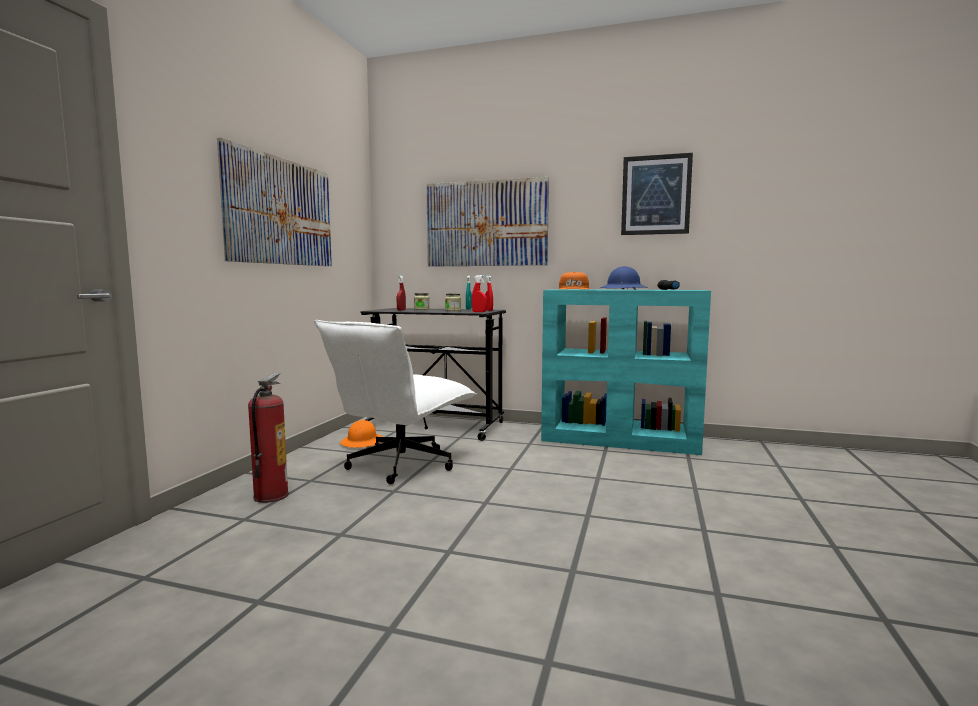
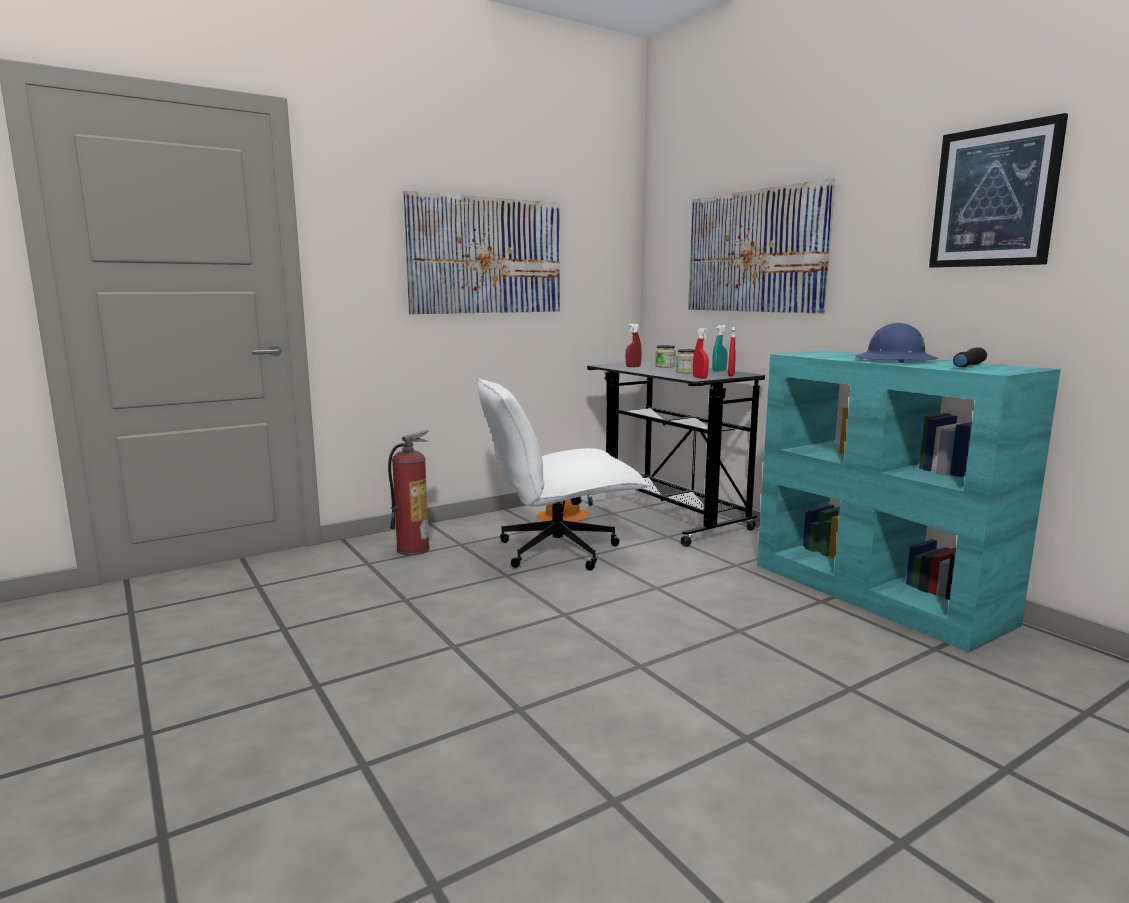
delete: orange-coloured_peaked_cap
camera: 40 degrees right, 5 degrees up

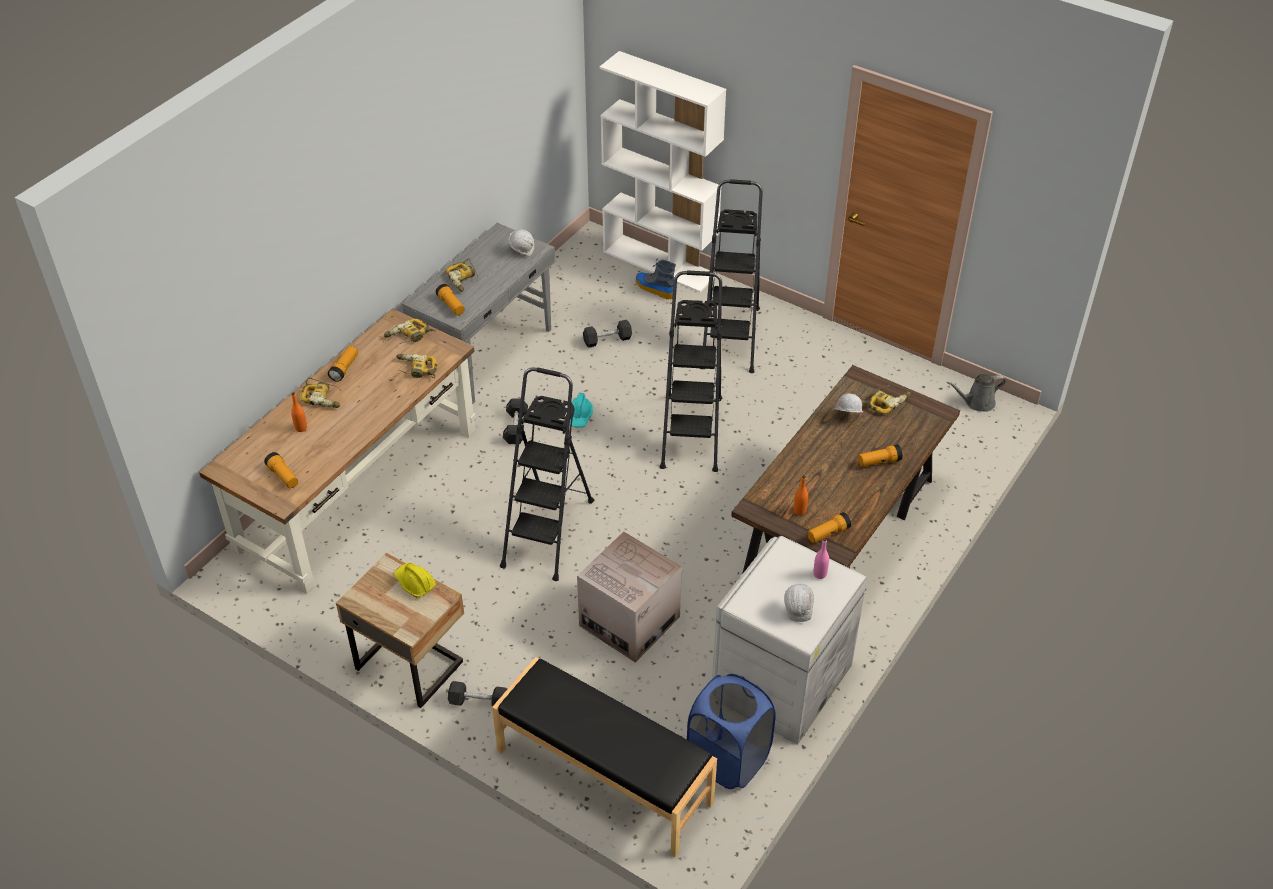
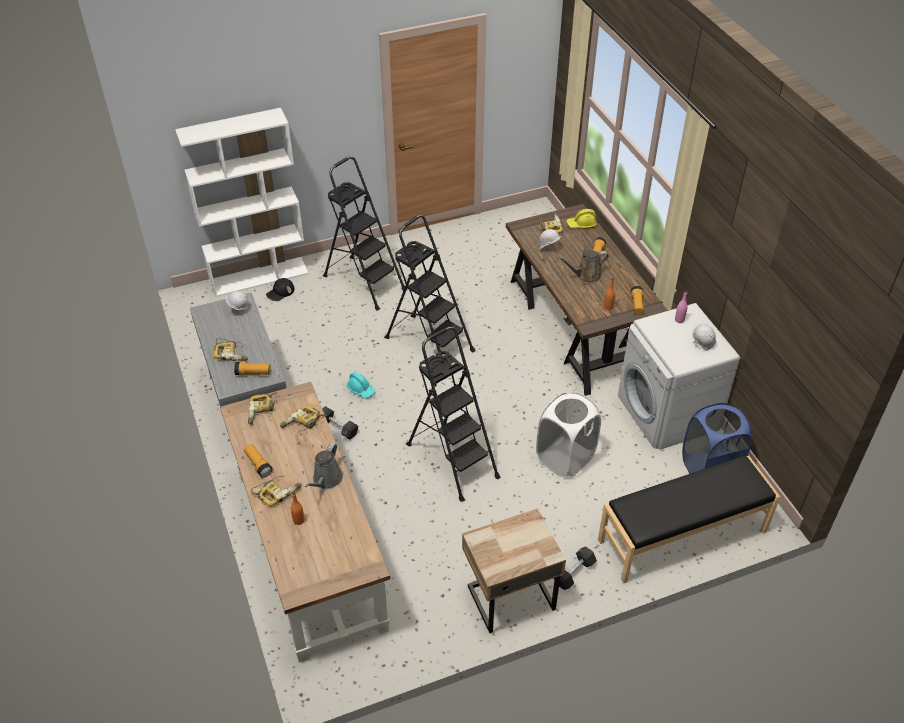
delete: flashlight (1st from left); black_hand_weight (3rd from left)
insert: brown-coloured_watering_can
move: yellowish_work_helmet; grey_watering_can
replace: packing_box to white-coloured_washing_basket; boot to black_peaked_cap
camera: 55 degrees left, 0 degrees up

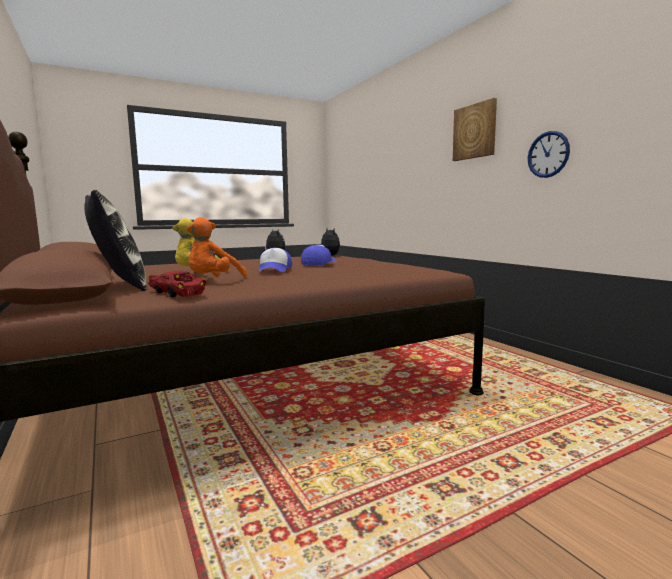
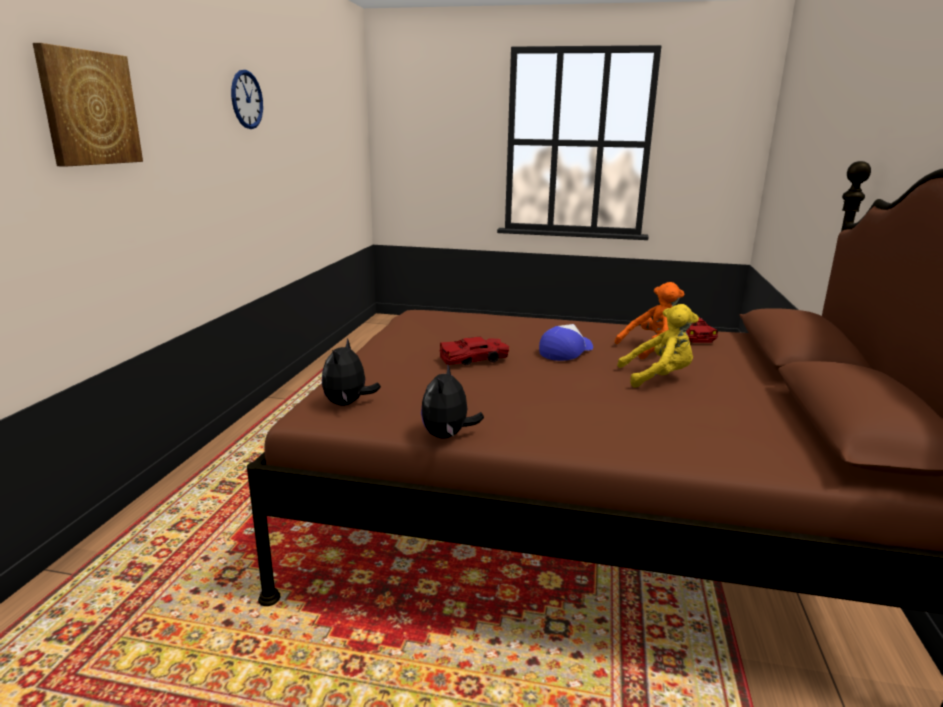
delete: cushion
move: wall_clock
replace: peaked_cap (2nd from left) to reddish_miniature_car (1st from left)
camera: 140 degrees left, 10 degrees up

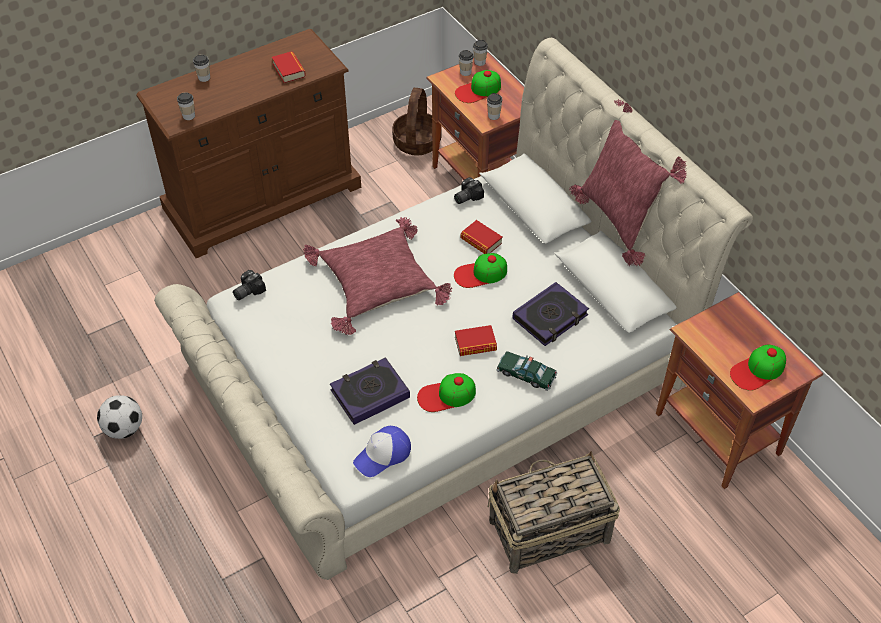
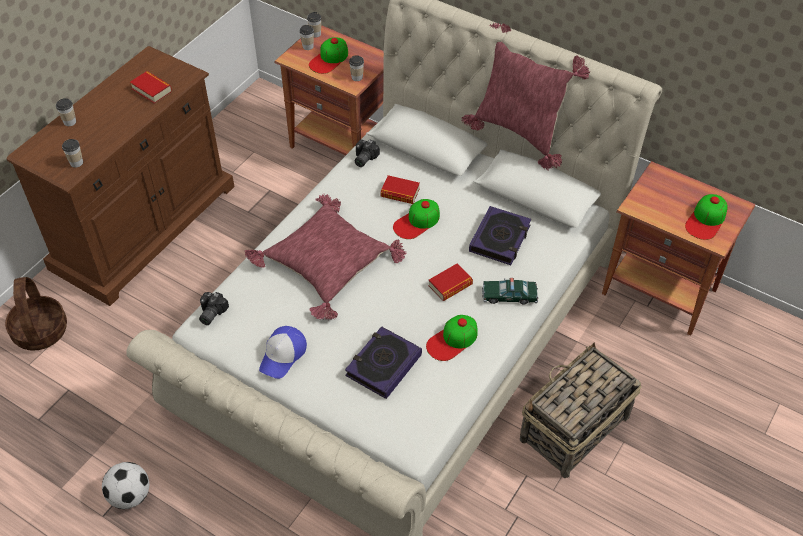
move: peaked_cap (1st from left); basket (1st from left)
camera: 25 degrees left, 0 degrees up

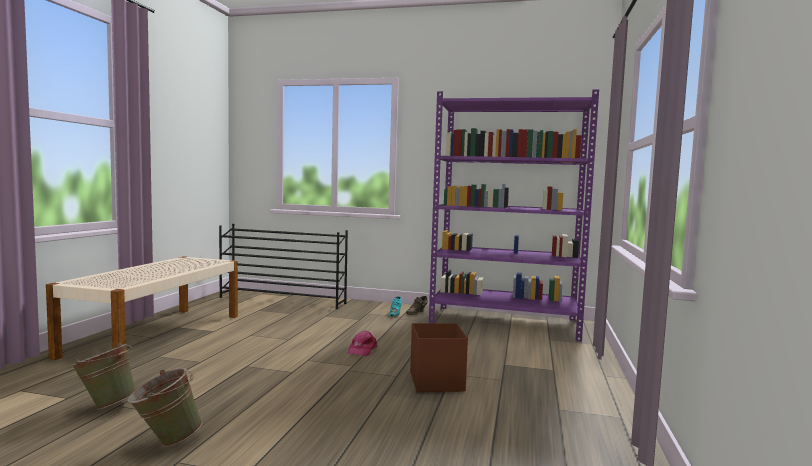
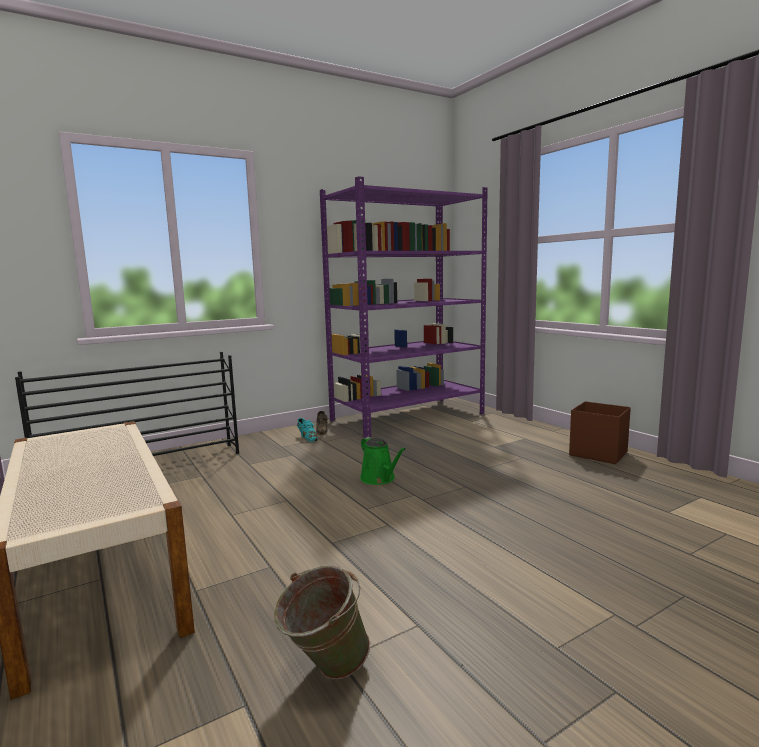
delete: green-coloured_pail (2nd from left)
move: brown-coloured_storage_container
replace: pinkish_peaked_cap to green-coloured_watering_can
camera: 45 degrees left, 5 degrees up

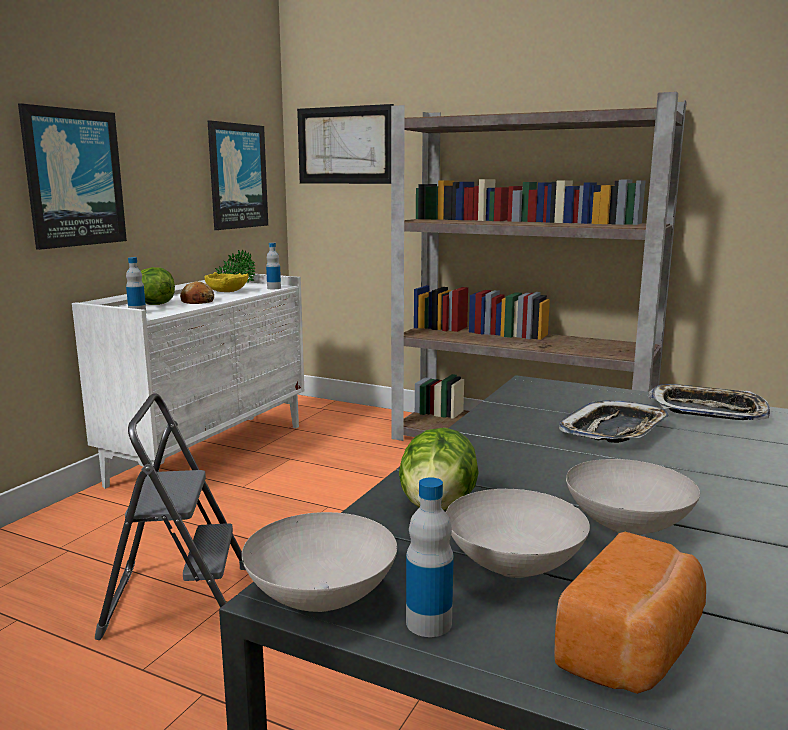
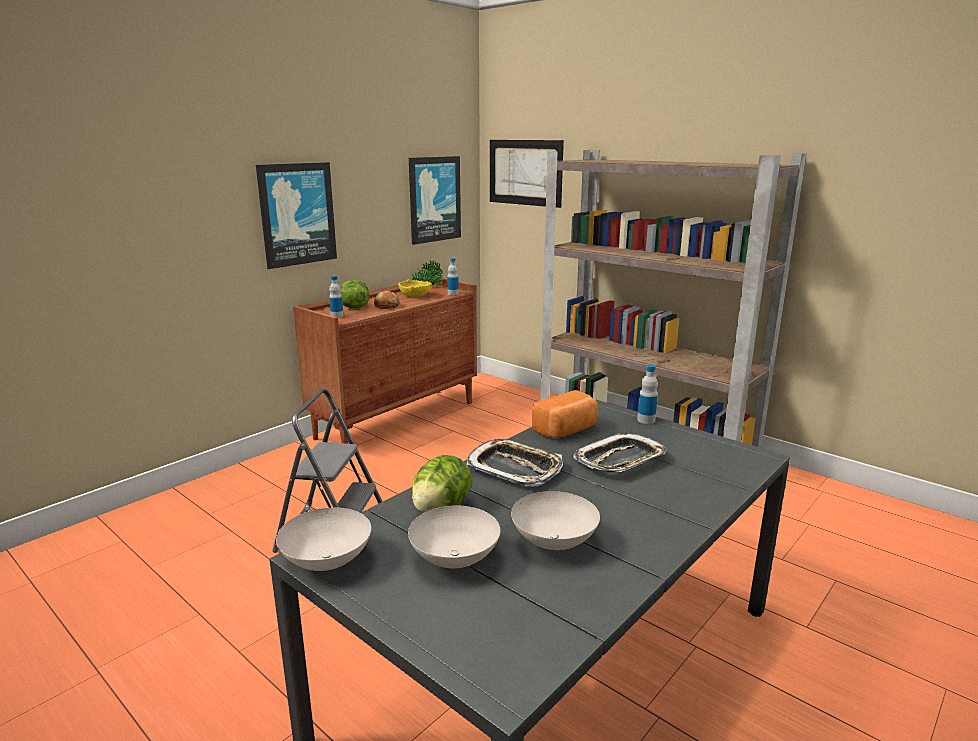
move: drink_bottle (3rd from left); bread (2nd from left); tray (2nd from left in the first image) to tray (1st from left)
recolor: white-coloured_cabinet to brown-coloured_cabinet
camera: 15 degrees right, 5 degrees up

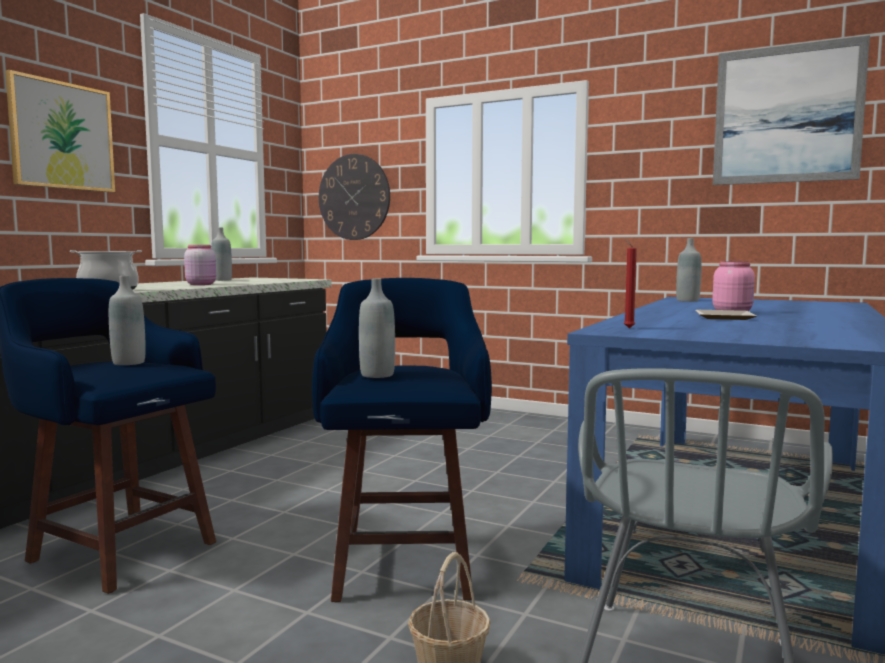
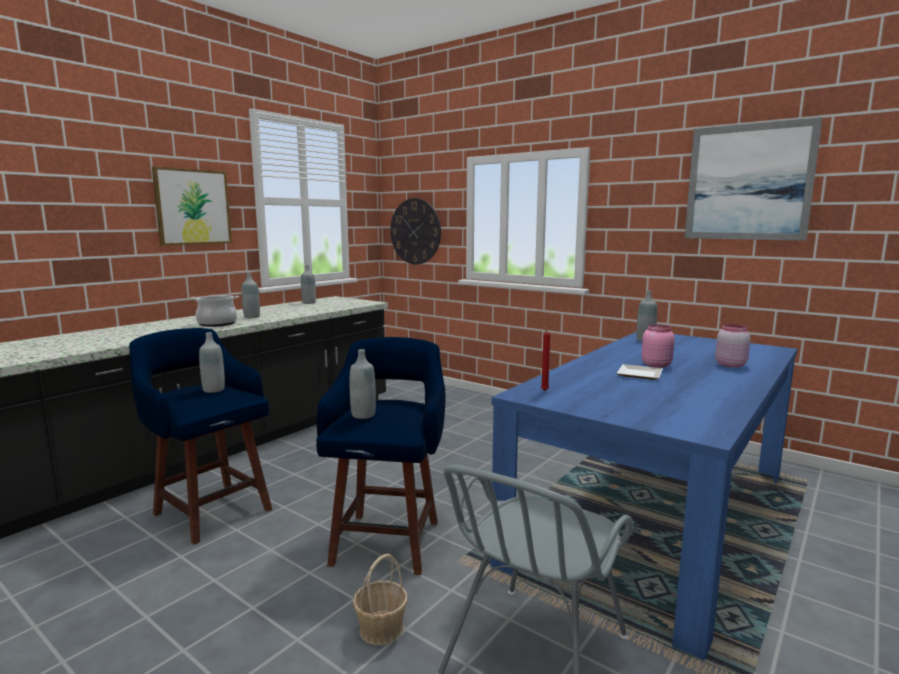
insert: grey_drink_bottle (2nd from left)
move: pinkish_preserve_jar (1st from left in the first image) to pinkish_preserve_jar (2nd from left)
camera: 10 degrees right, 5 degrees up

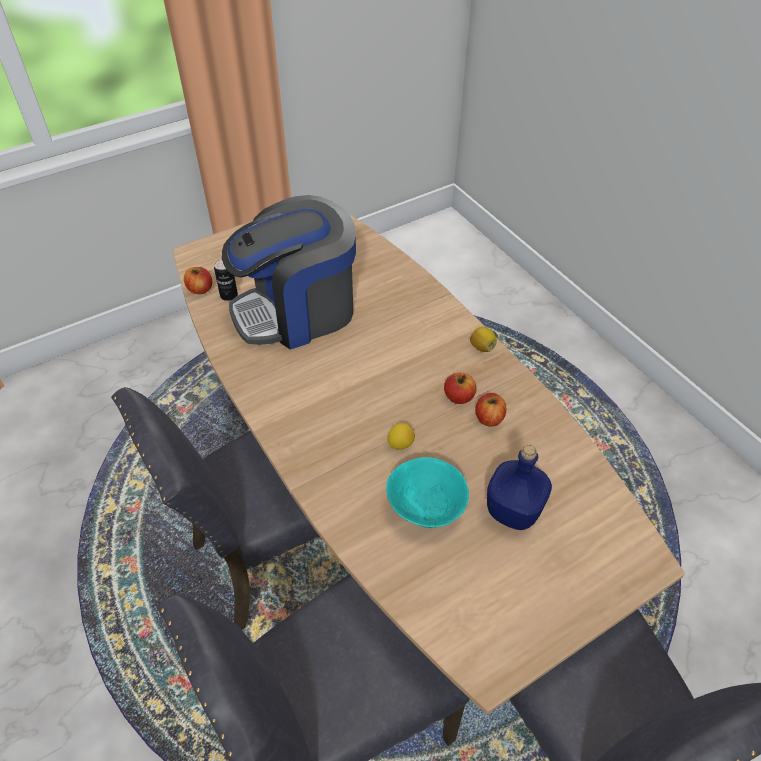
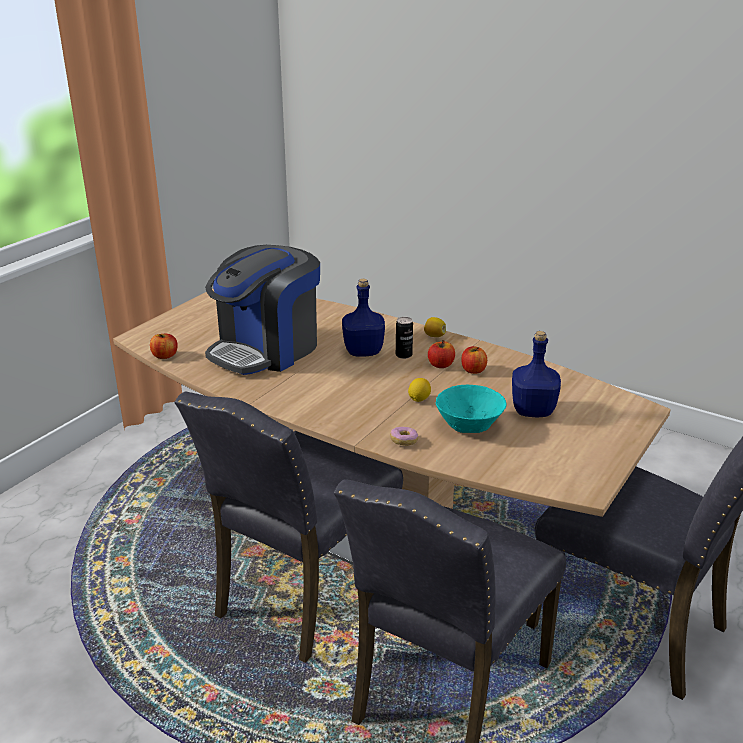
insert: bluish_drink_bottle (1st from left); ring_doughnut
move: can
camera: 25 degrees left, 20 degrees down

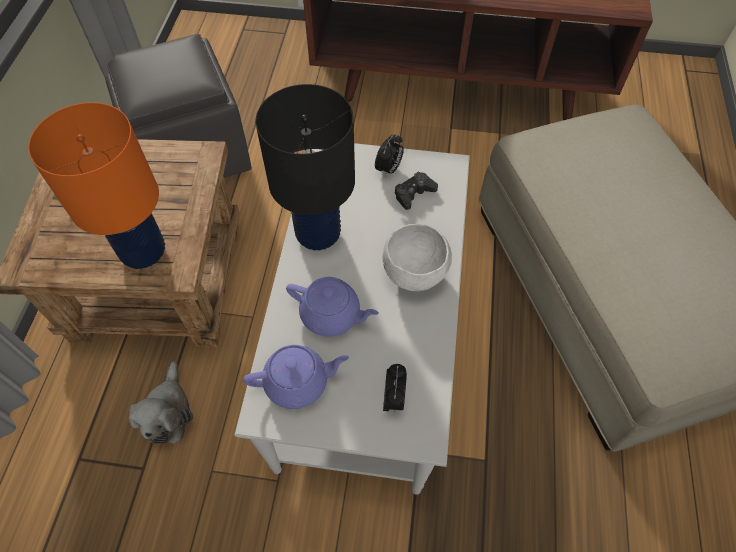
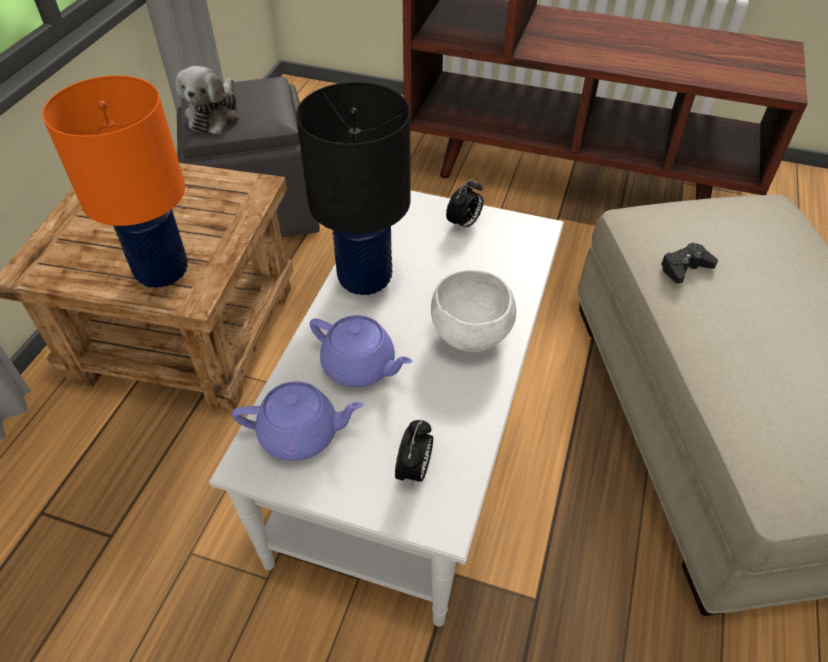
move: plush_toy; black_joypad
camera: 10 degrees right, 10 degrees down

